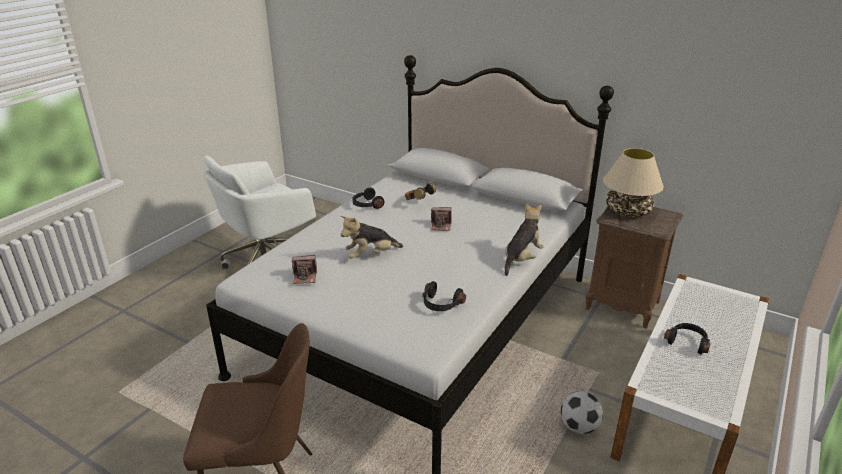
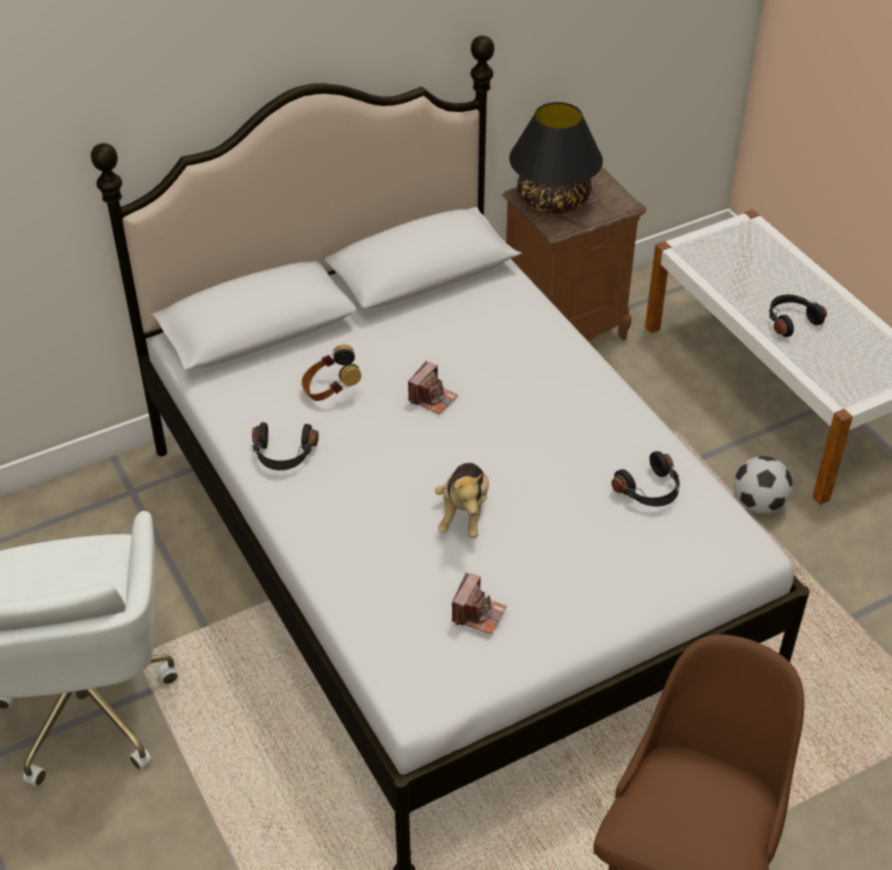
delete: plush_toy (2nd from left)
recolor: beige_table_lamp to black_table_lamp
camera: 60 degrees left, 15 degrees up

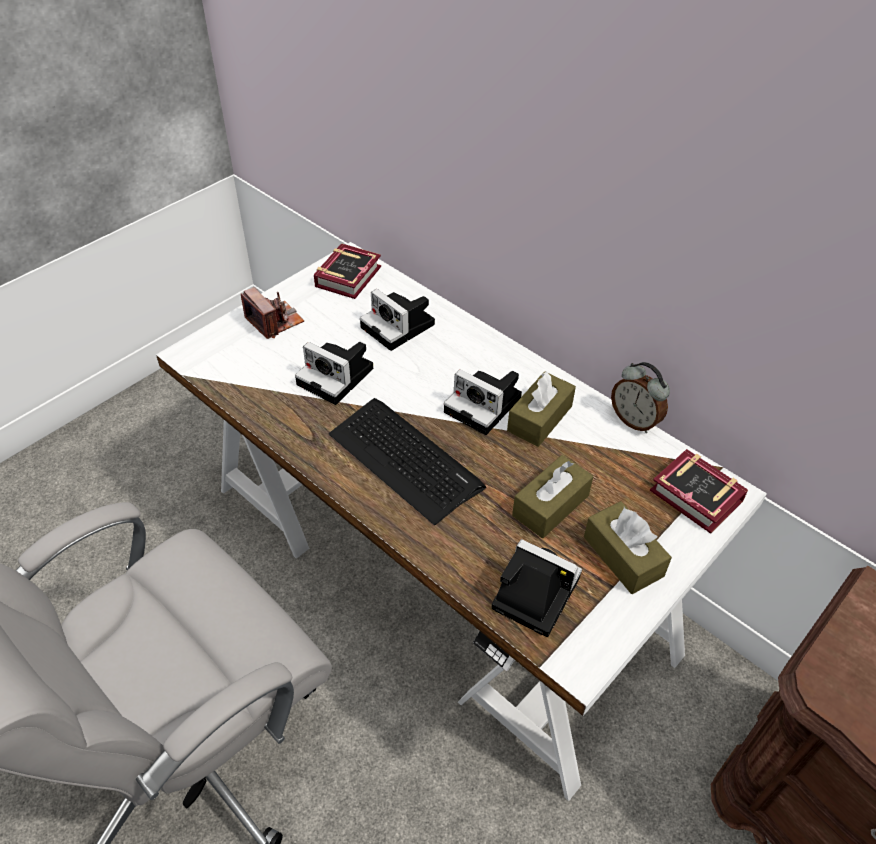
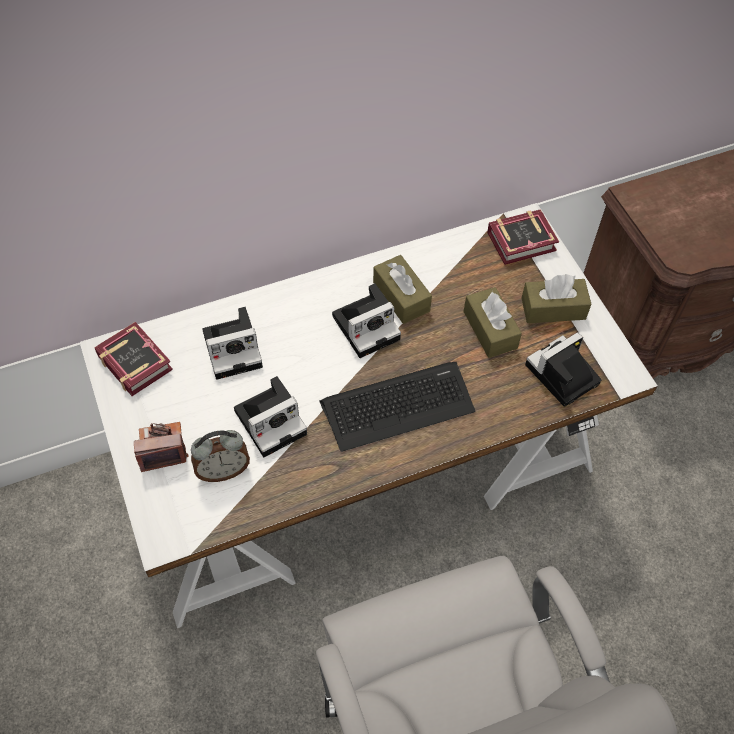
move: table_clock
camera: 65 degrees left, 10 degrees up

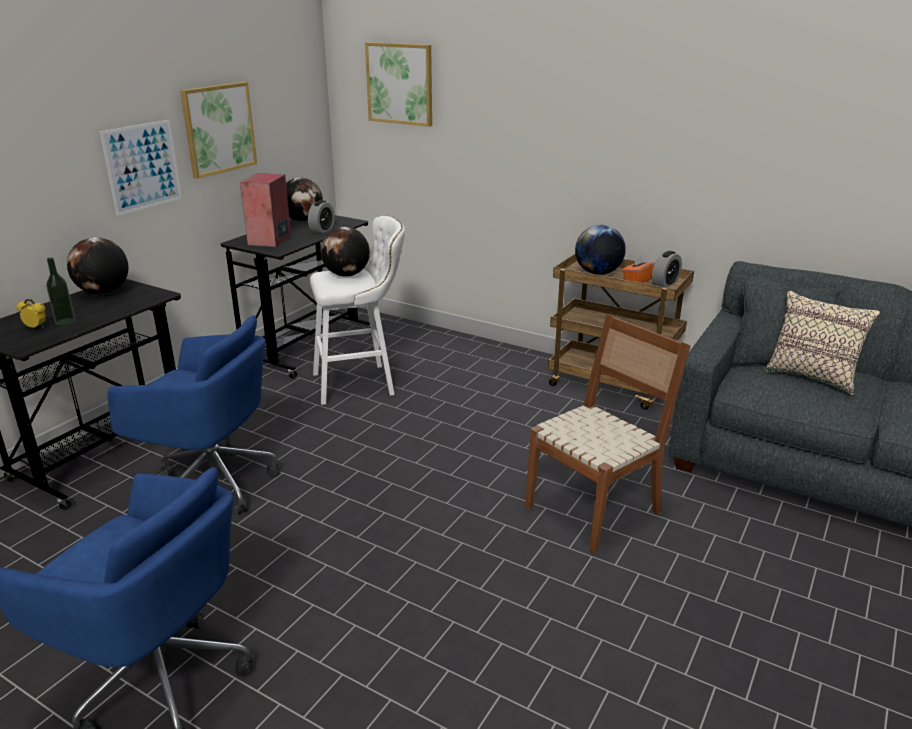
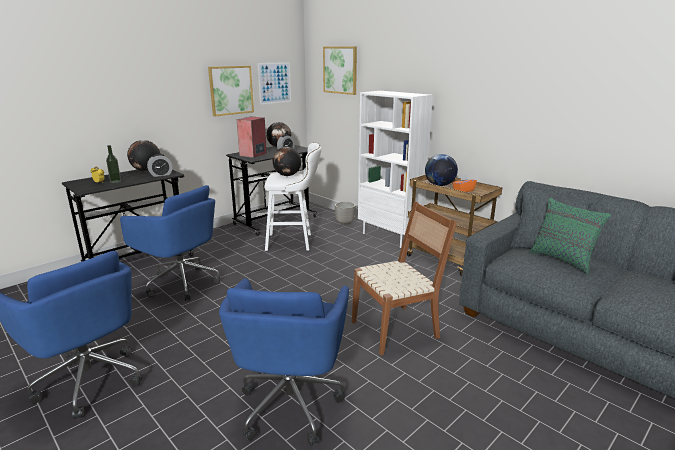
insert: bluish_desk_chair (3rd from left); flower_pot; white-coloured_bookshelf
move: picture (1st from left in the first image) to picture (2nd from left); table_clock (3rd from left in the first image) to table_clock (2nd from left)
recolor: beige_cushion to green-coloured_cushion
camera: 15 degrees right, 5 degrees down

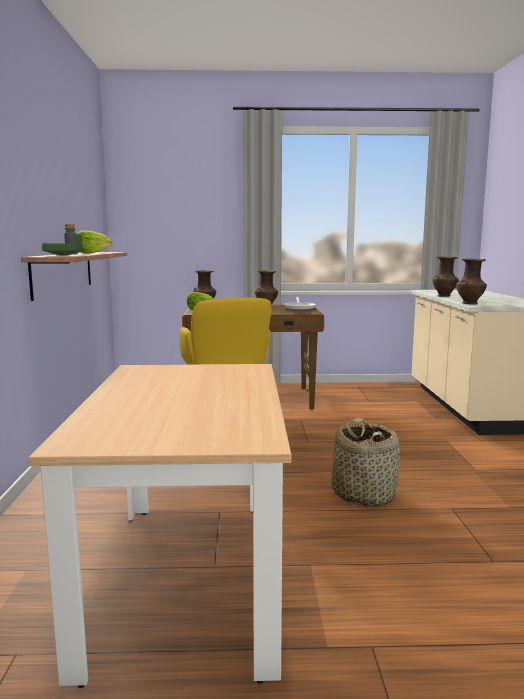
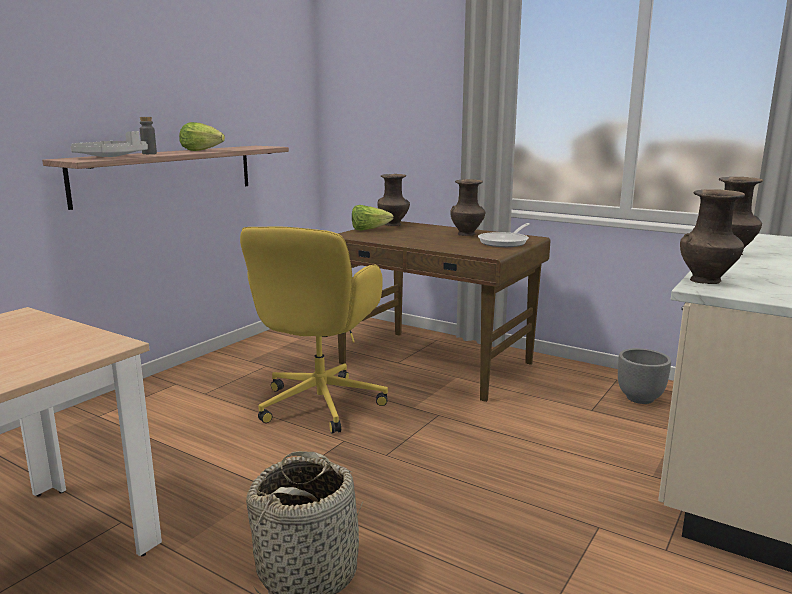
insert: grey_flower_pot
recolor: green-coloured_tray to grey_tray
camera: 35 degrees right, 5 degrees up

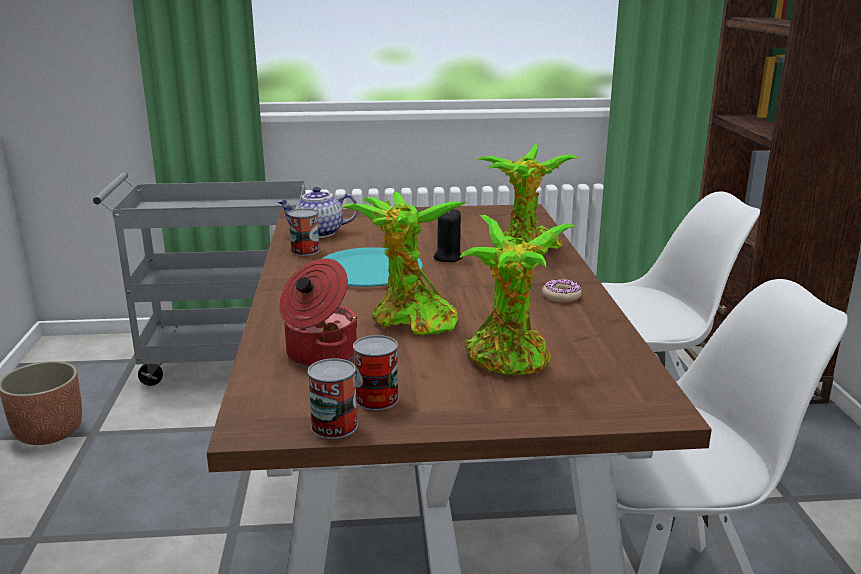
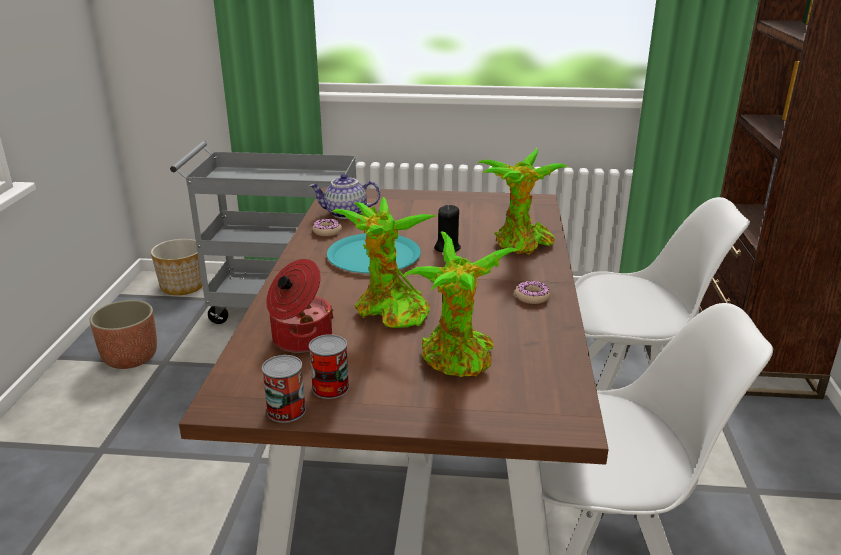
insert: flower_pot (2nd from left)
replace: can (1st from left) to ring_doughnut (1st from left)
camera: 10 degrees right, 5 degrees up

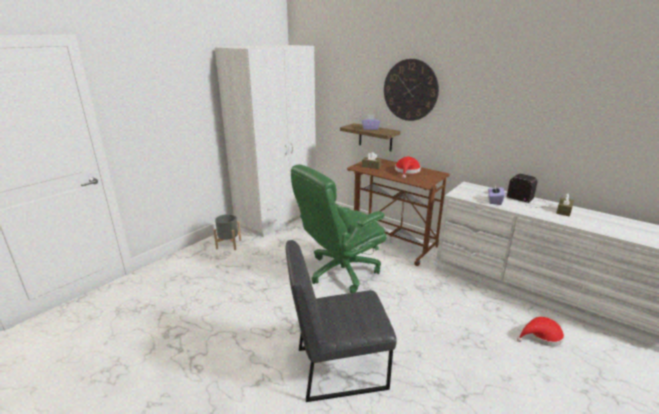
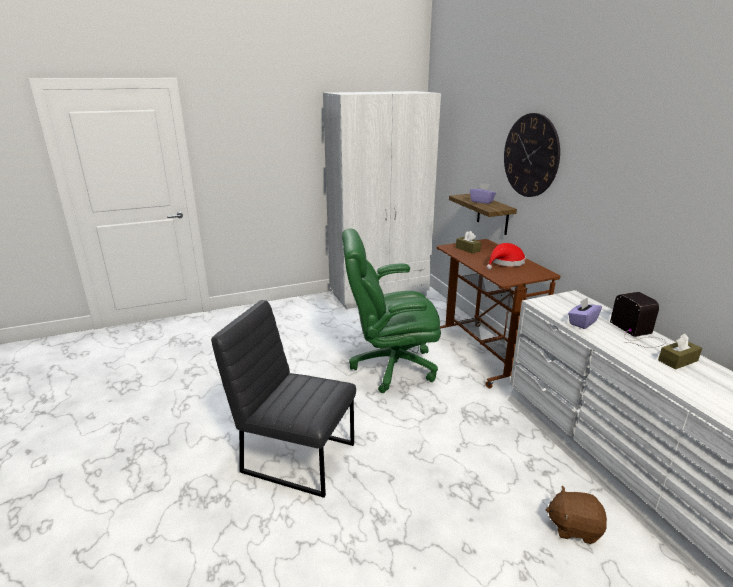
delete: grey_flower_pot
replace: reddish_hat (2nd from left) to brown-coloured_plush_toy
camera: 30 degrees right, 0 degrees up

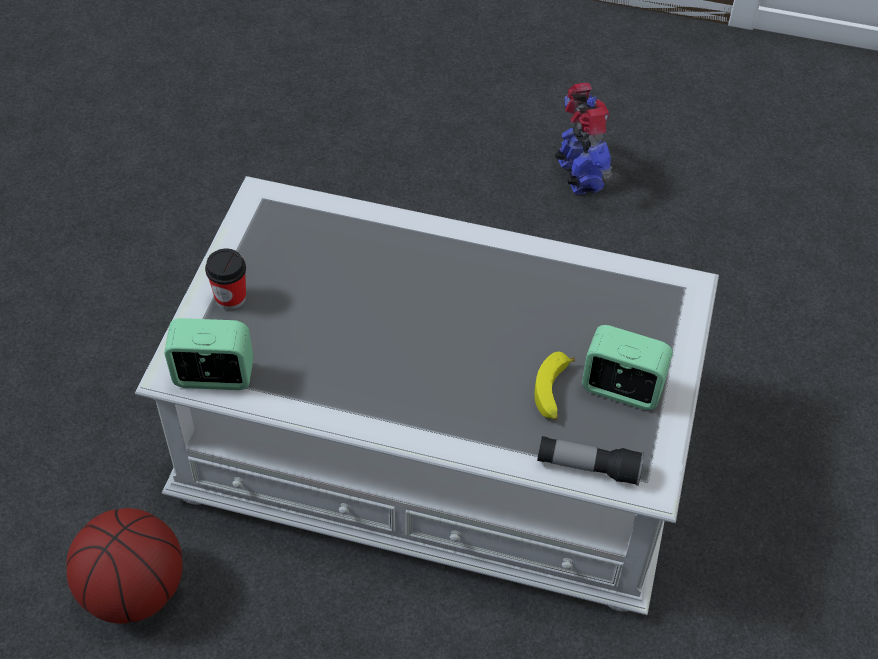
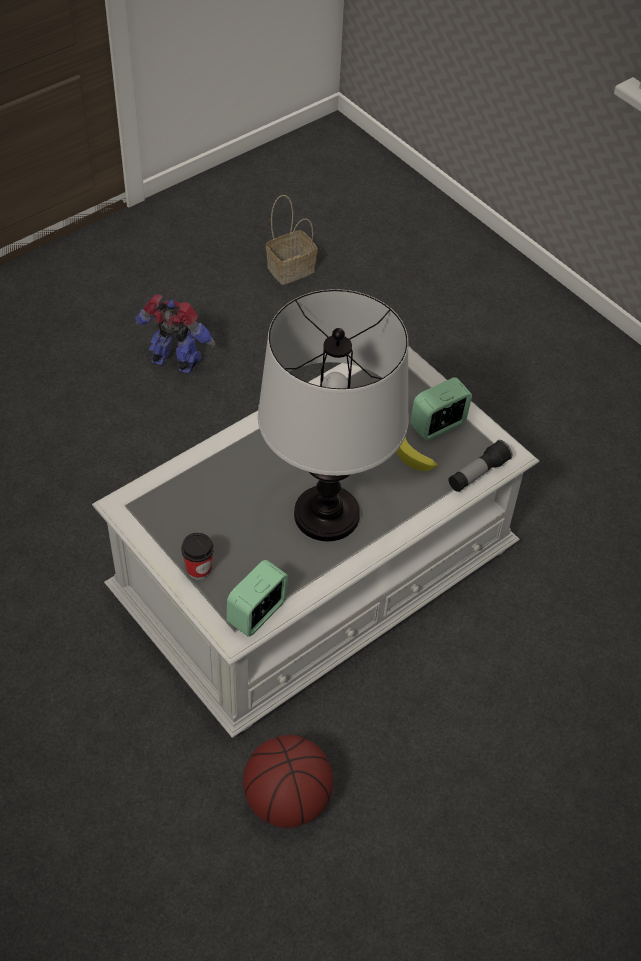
insert: table_lamp; basket
camera: 55 degrees left, 0 degrees up

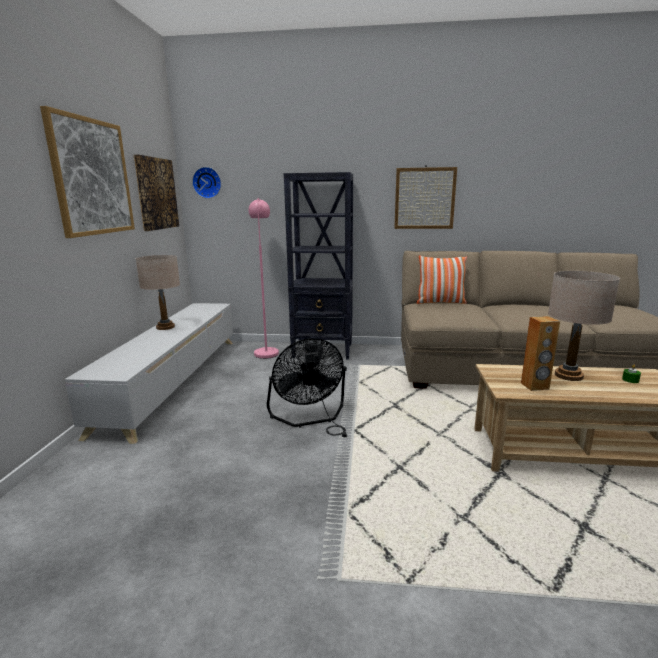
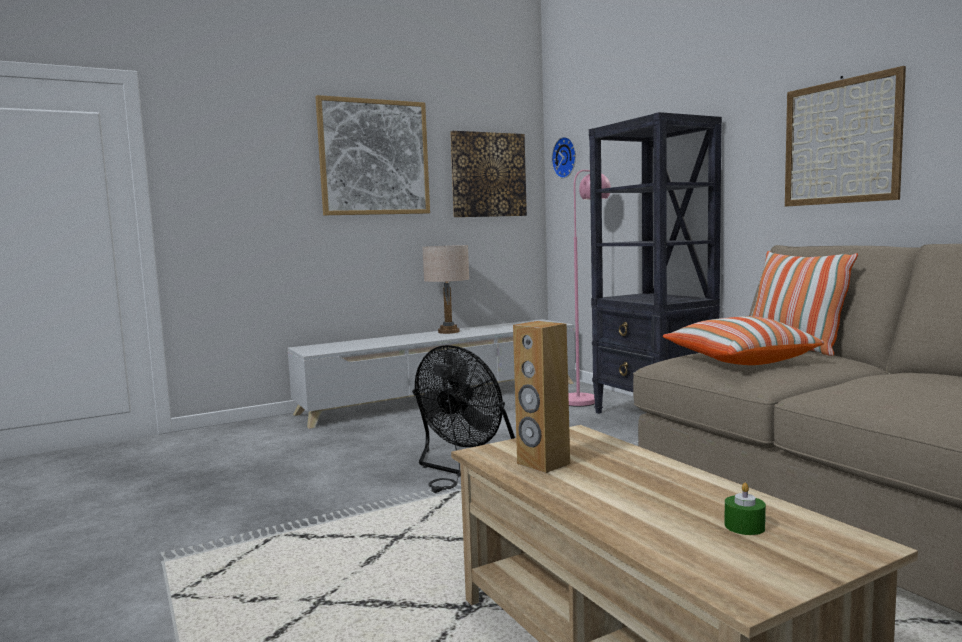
delete: beige_table_lamp (2nd from left)
insert: cushion (1st from left)
camera: 55 degrees right, 10 degrees down

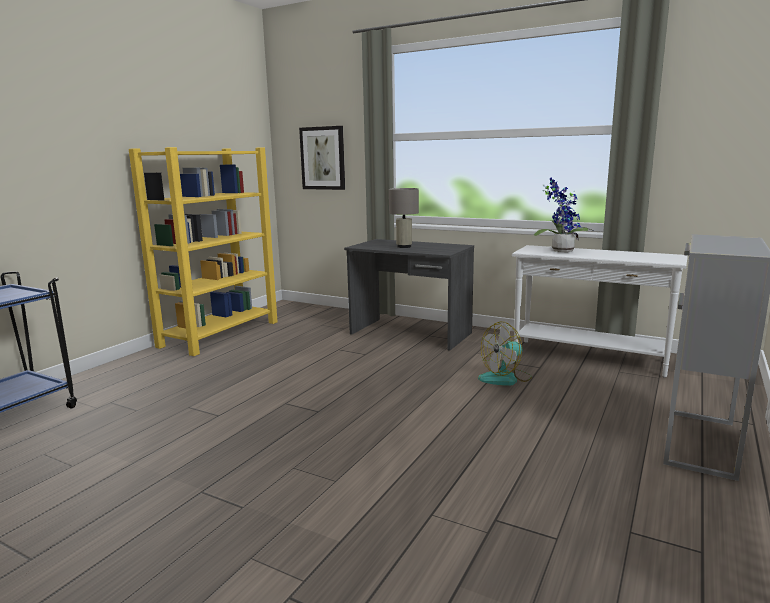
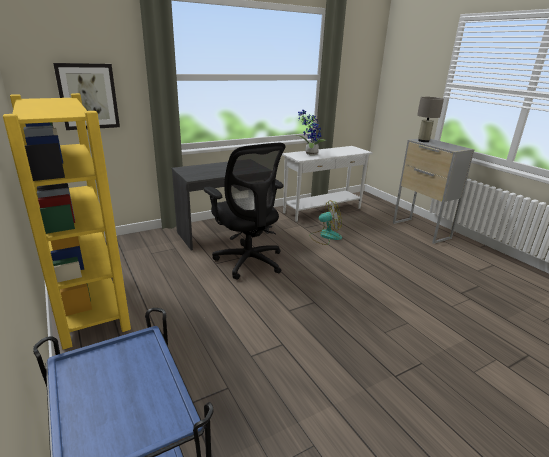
insert: black_desk_chair
move: grey_table_lamp
rotate: fan 105 degrees counterclockwise
camera: 60 degrees left, 10 degrees up

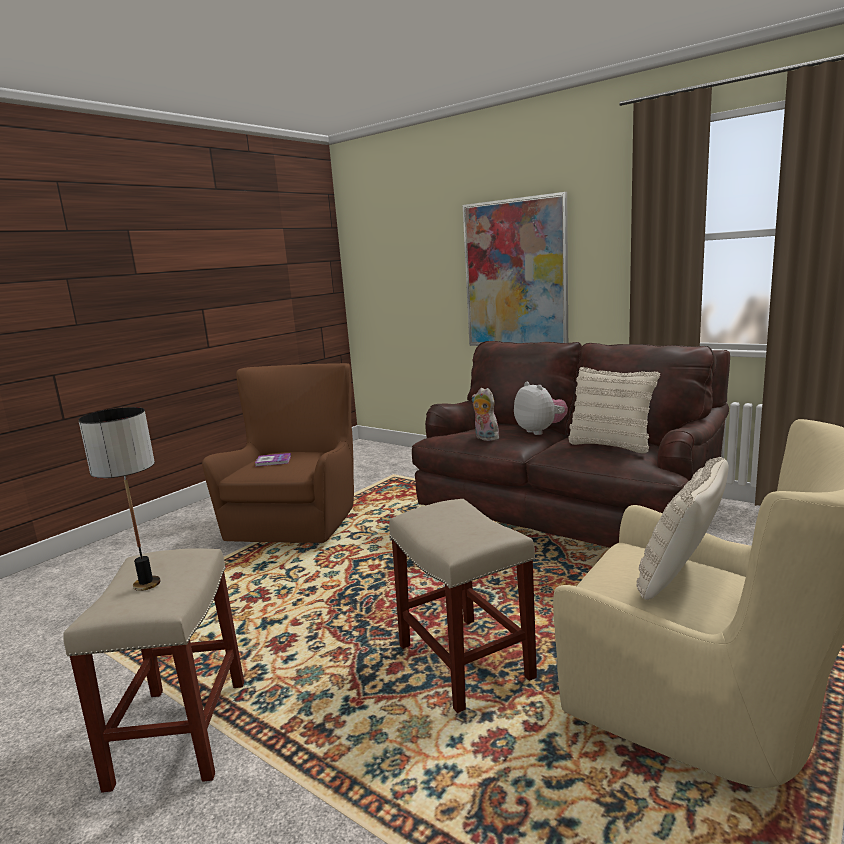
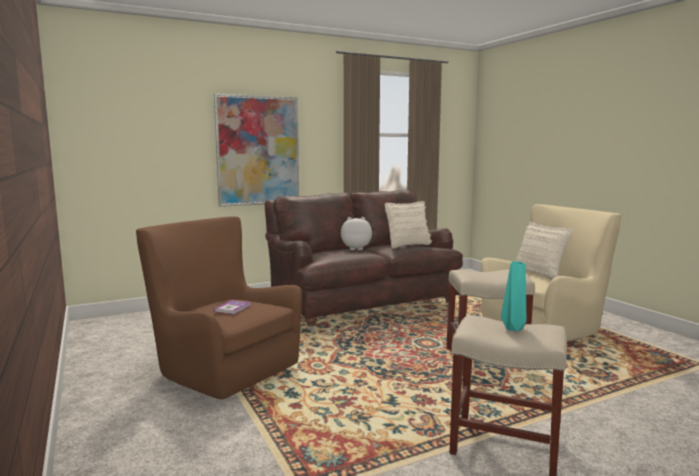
delete: plush_toy (1st from left)
replace: table_lamp to blue-green_flower_vase
camera: 65 degrees left, 5 degrees down

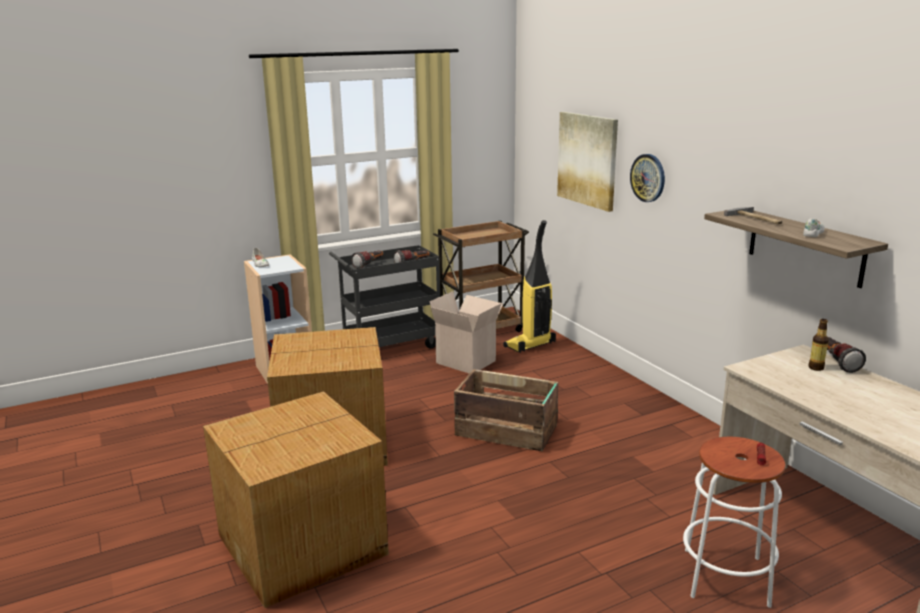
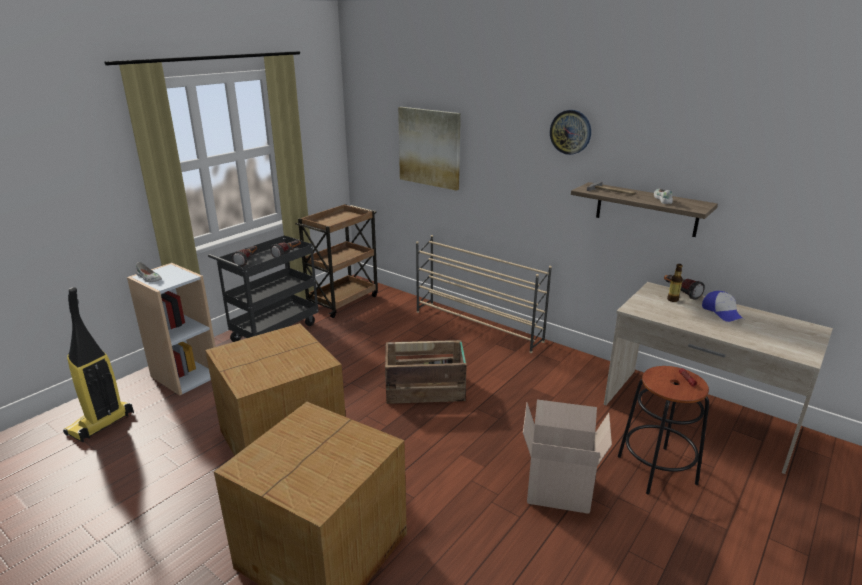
insert: beige_shoe_rack; peaked_cap
move: packing_box (3rd from left); hoover; wall_clock
recolor: white-coloured_stool to black_stool
camera: 25 degrees left, 5 degrees up

